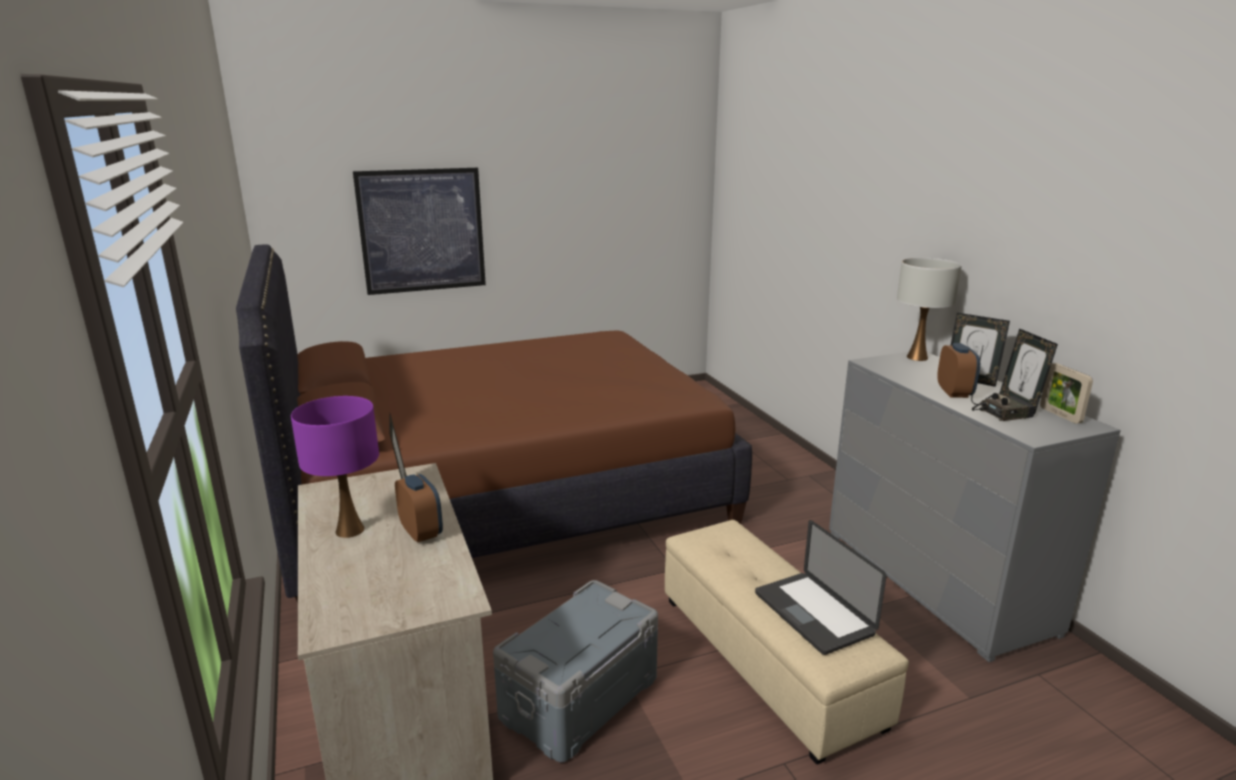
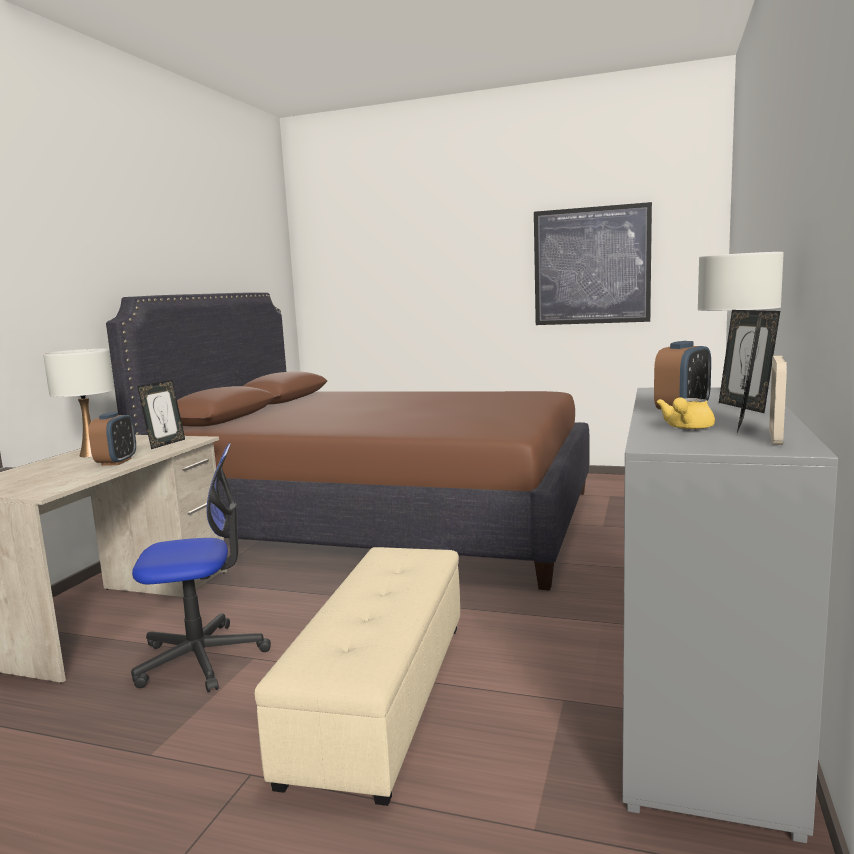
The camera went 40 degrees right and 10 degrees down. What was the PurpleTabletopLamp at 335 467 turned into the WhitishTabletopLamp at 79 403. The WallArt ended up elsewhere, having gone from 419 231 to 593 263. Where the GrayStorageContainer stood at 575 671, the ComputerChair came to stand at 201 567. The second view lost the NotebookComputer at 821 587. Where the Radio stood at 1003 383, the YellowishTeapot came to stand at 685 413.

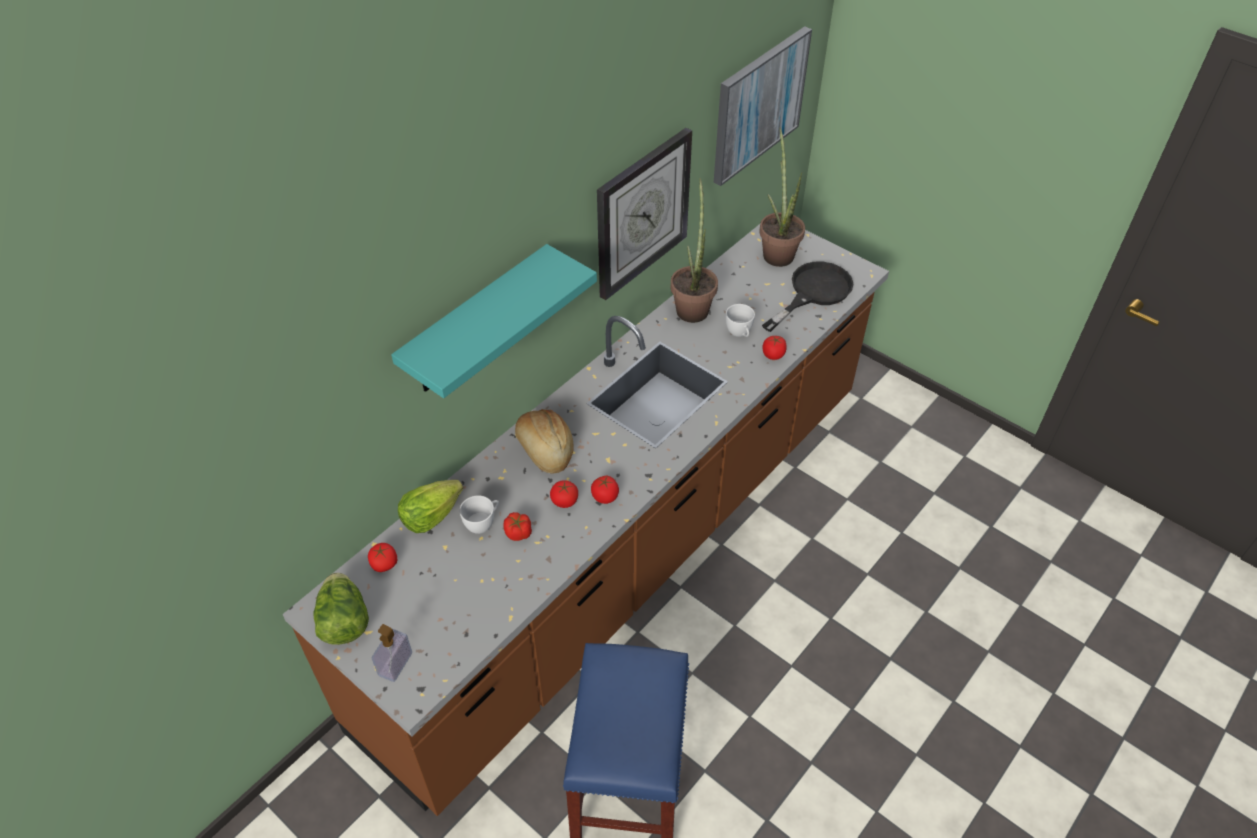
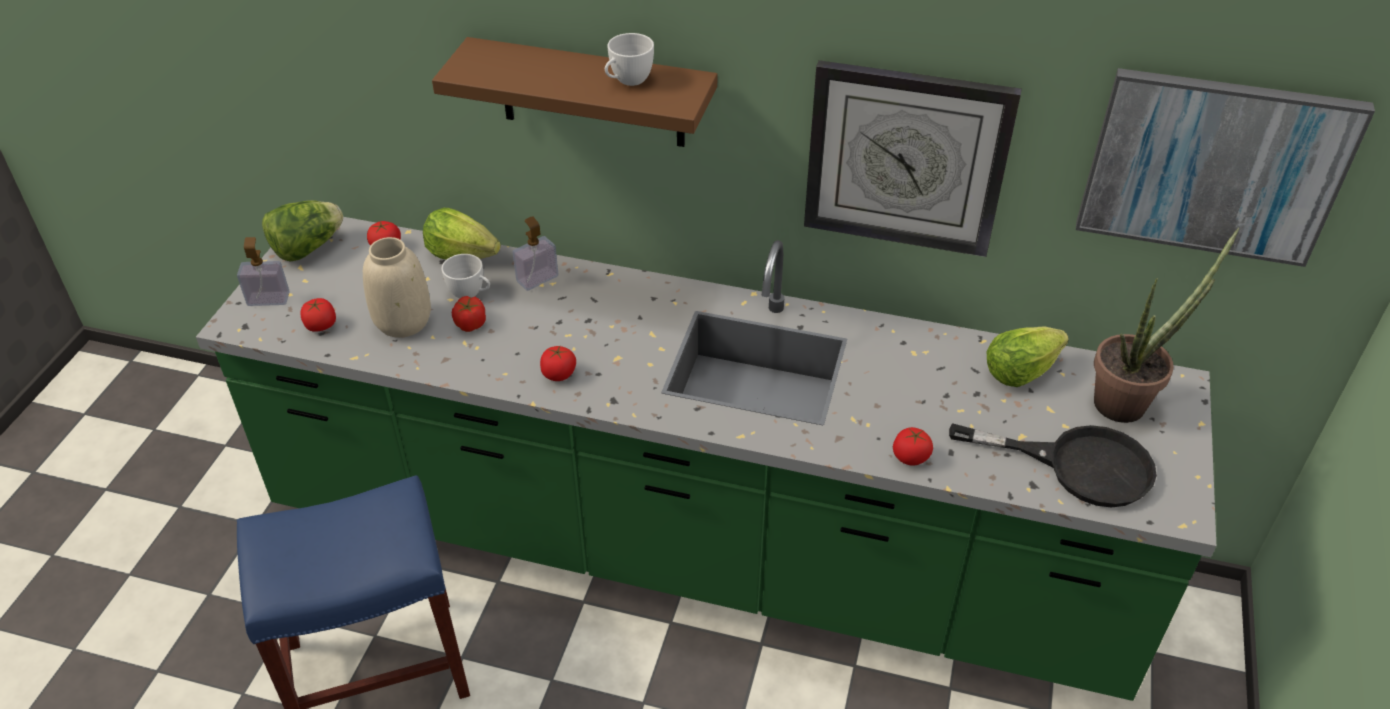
The camera went 65 degrees right and 5 degrees down. What was the BrownishKitchenCounter at 586 520 turned into the GreenKitchenCounter at 706 459. What was the TurquoiseColouredWallShelf at 494 321 turned into the BrownishWallShelf at 574 92. The second view lost the BakedBread at 544 441. The FreshTomato ended up elsewhere, having gone from 564 494 to 318 315. The second view lost the PlantInAPot at 694 250. The WhitishSmallCup ended up elsewhere, having gone from 740 320 to 629 59. The second view gained the SandColouredDecorativeVase at 397 287. The second view gained the LiquidSoapBottle at 535 253. The second view gained the Lettuce at 1028 356.

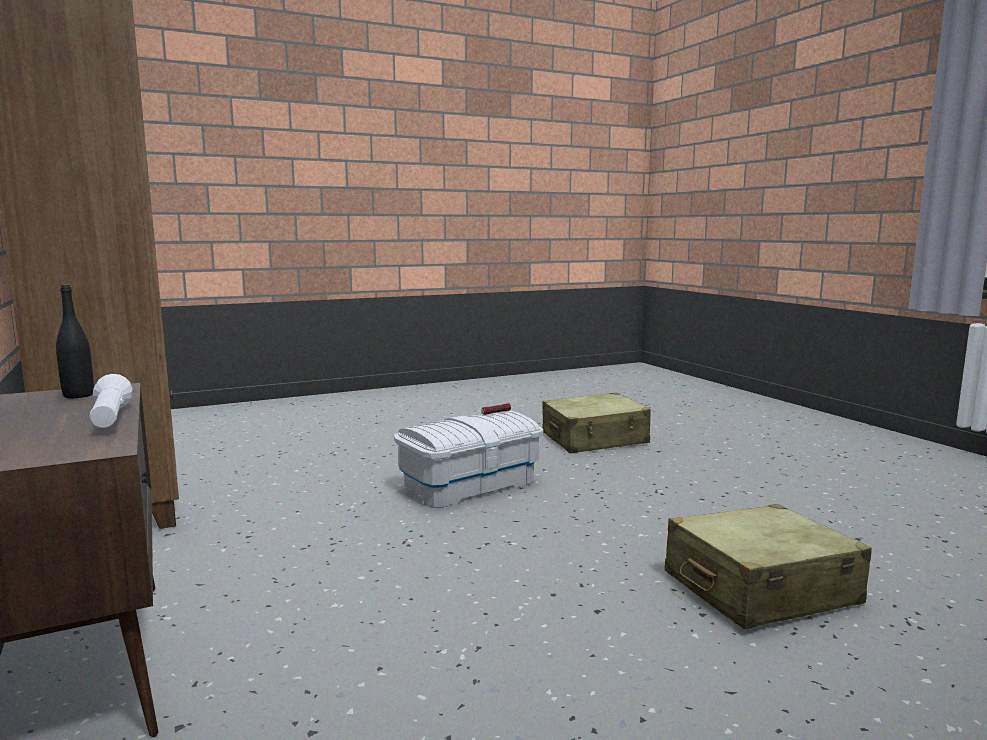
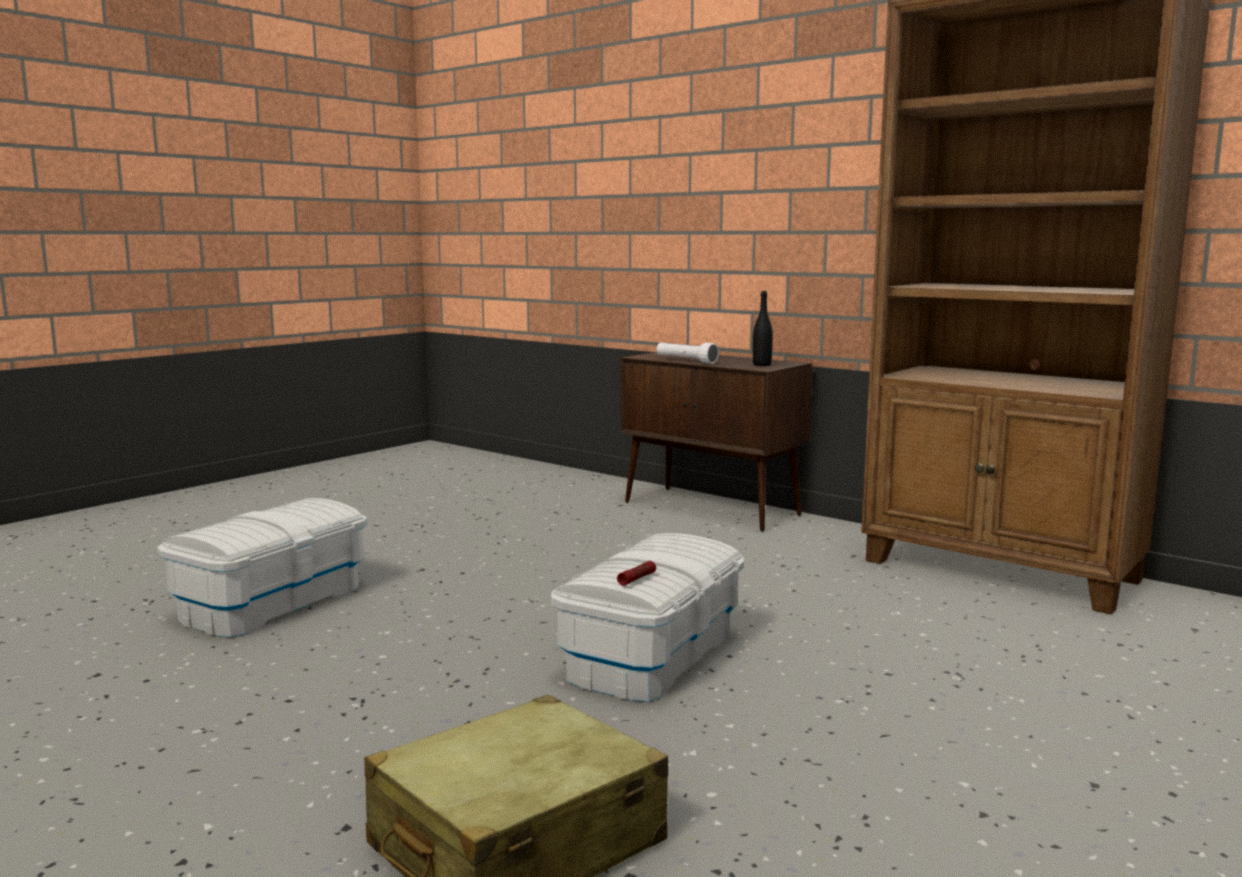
The camera went 155 degrees right and 0 degrees up. Where the SandColouredSuitcase stood at 768 566, the WhitishStorageContainer came to stand at 262 568.

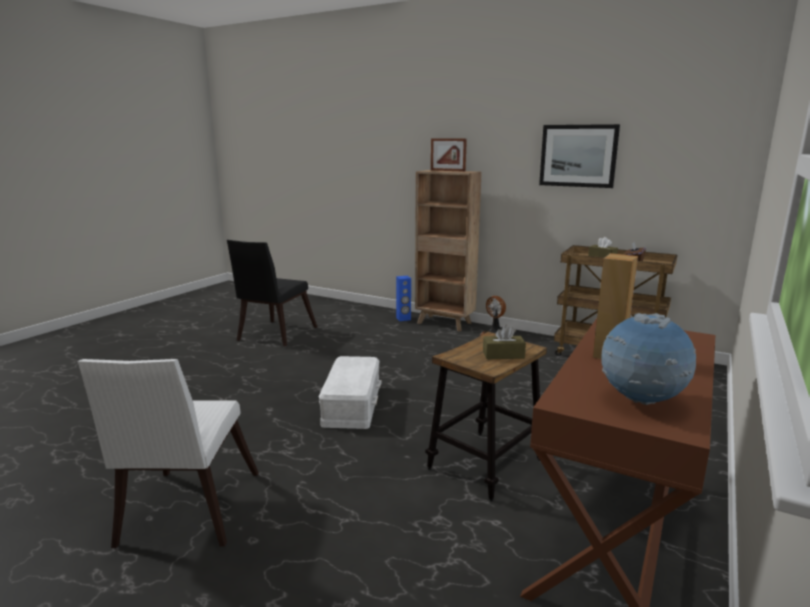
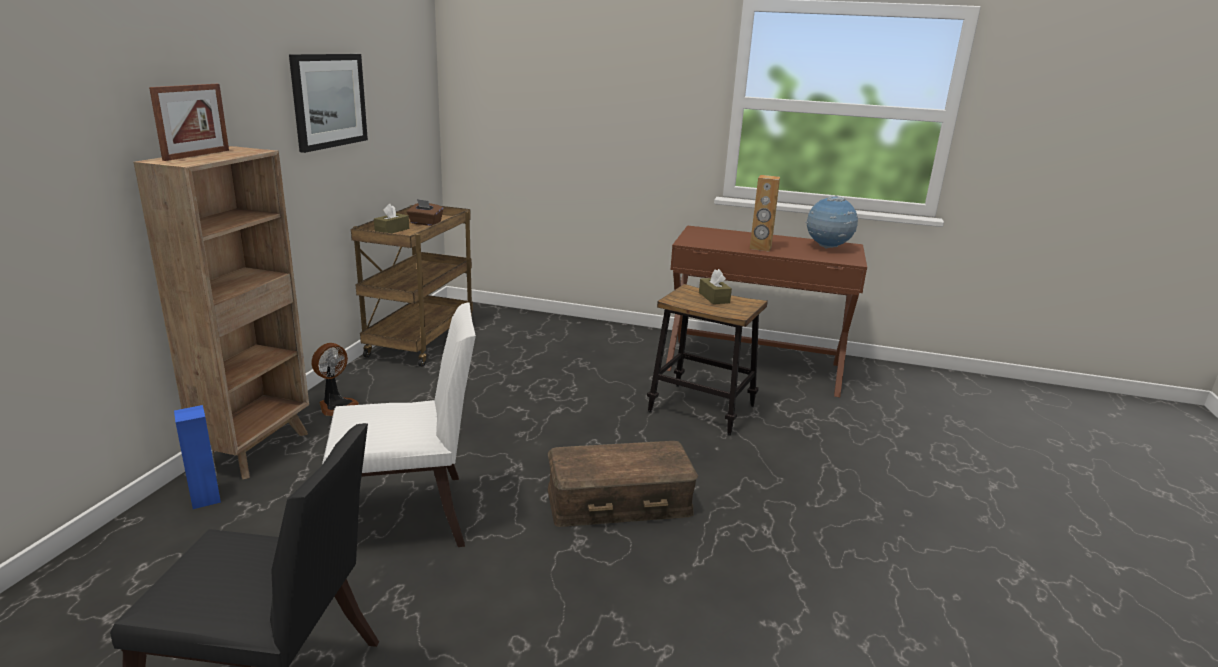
The camera went 105 degrees left and 5 degrees up. The WhitishUprightChair ended up elsewhere, having gone from 168 453 to 399 425. What was the WhitishStorageContainer at 350 392 turned into the BrownishStorageContainer at 622 484.

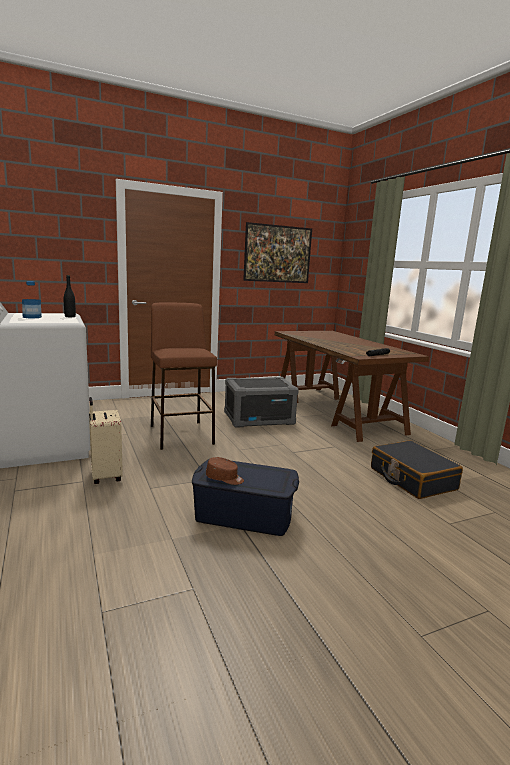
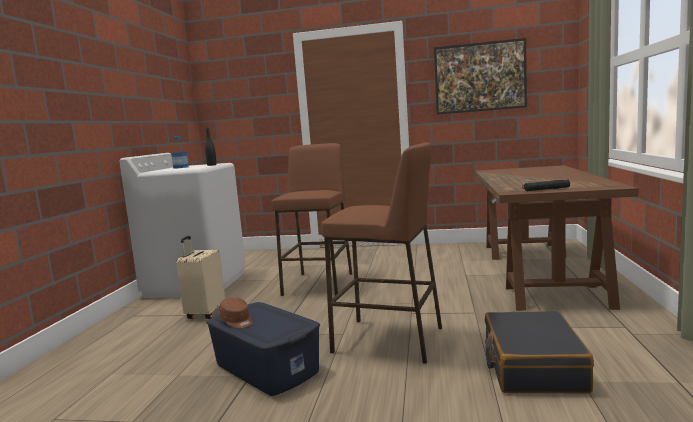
The camera went 35 degrees right and 5 degrees down. The second view lost the GrayStorageContainer at 261 402. The second view gained the BrownishStool at 381 253.

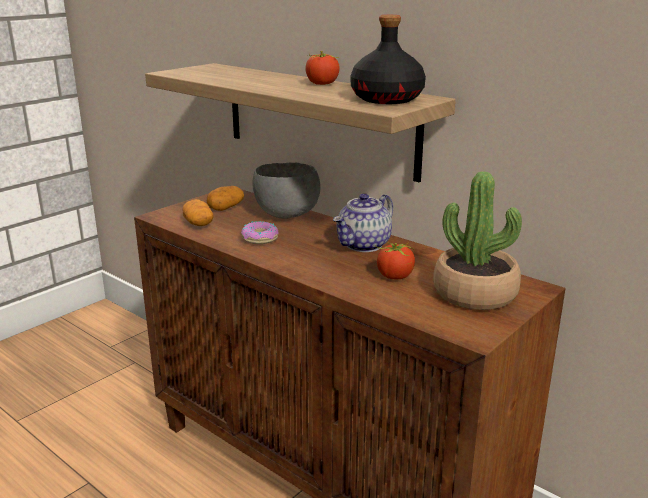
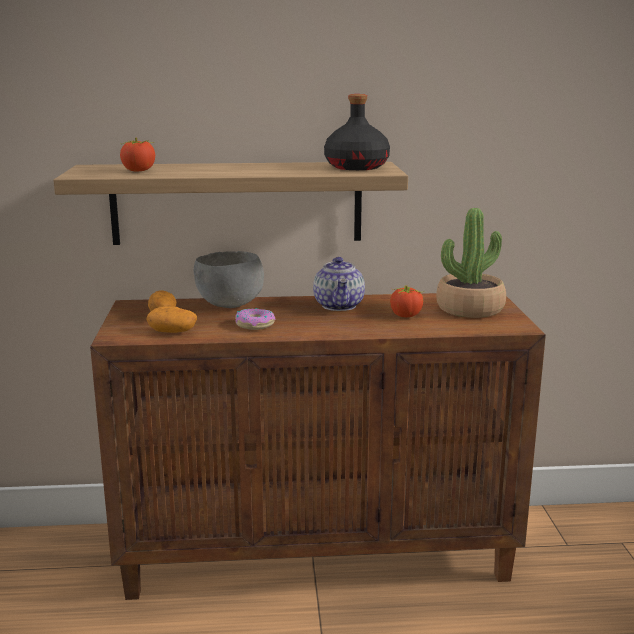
The camera went 45 degrees left and 5 degrees down. The FreshTomato ended up elsewhere, having gone from 322 68 to 137 155.

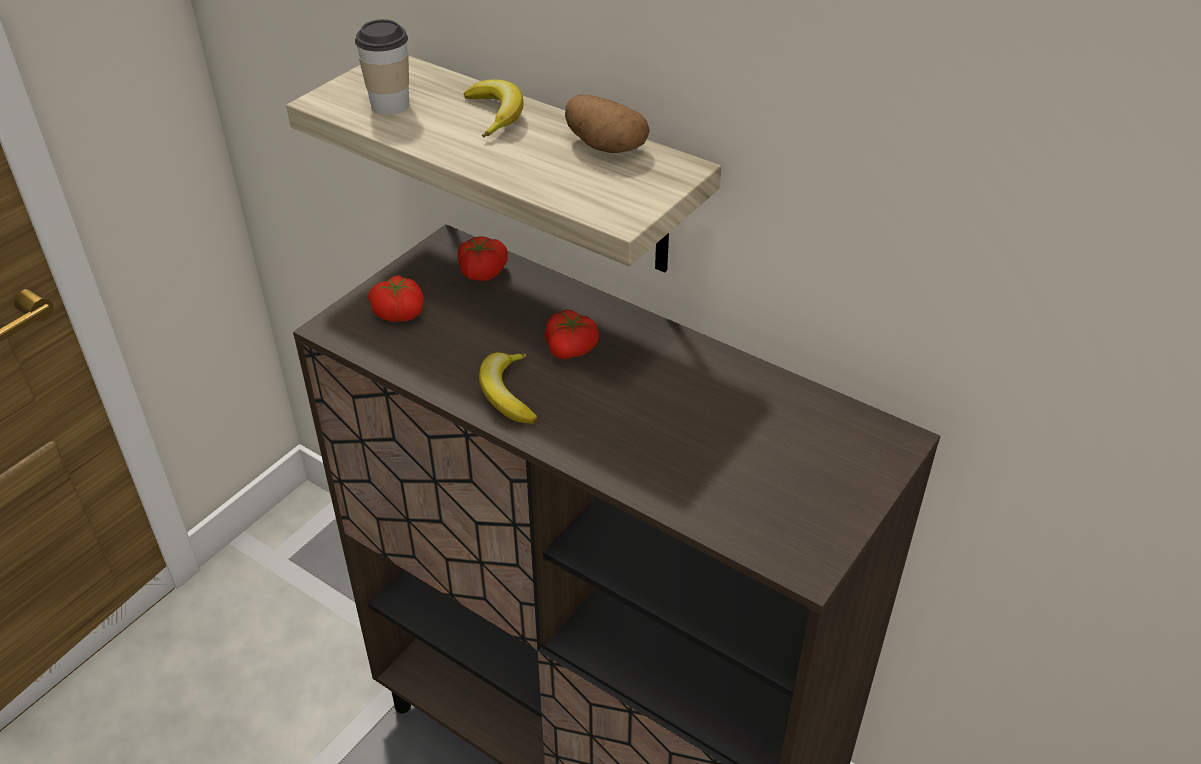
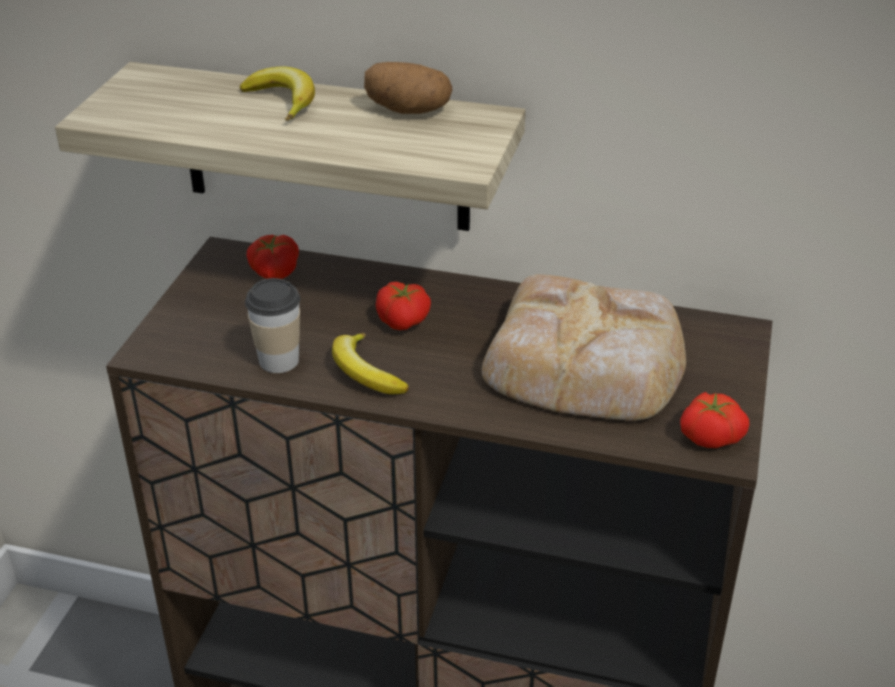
The camera went 20 degrees left and 5 degrees down. The SmallCup ended up elsewhere, having gone from 382 67 to 272 325. The FreshTomato ended up elsewhere, having gone from 396 298 to 715 420. The second view gained the BakedBread at 584 347.

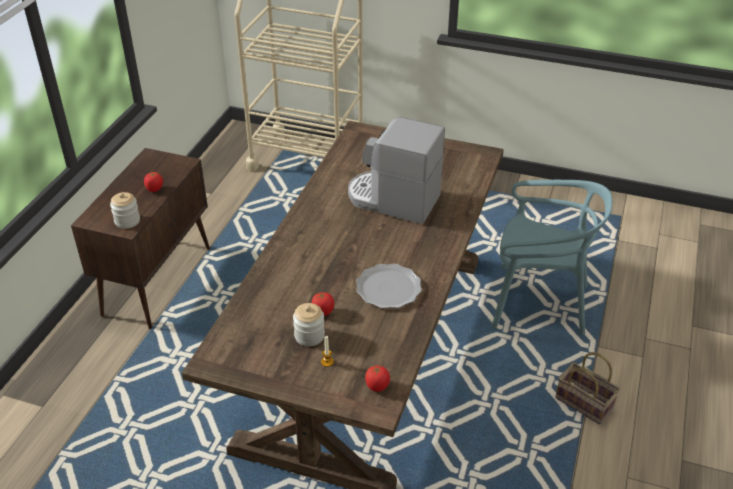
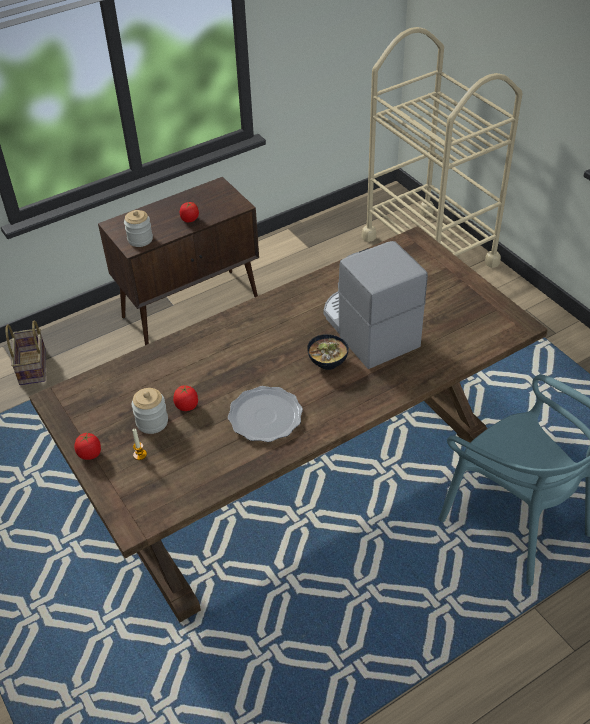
The camera went 40 degrees right and 5 degrees up. The FreshTomato ended up elsewhere, having gone from 377 378 to 87 446. The StorageBasket ended up elsewhere, having gone from 587 388 to 26 353. The second view gained the DeepDish at 328 352.

